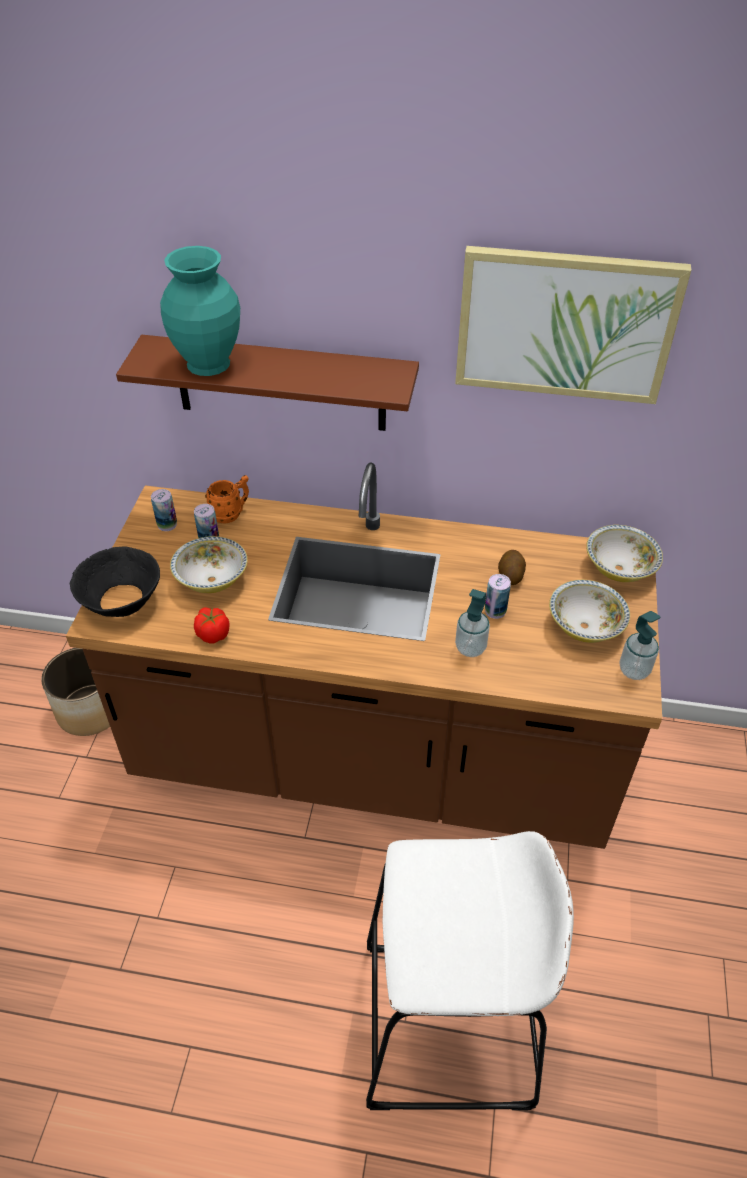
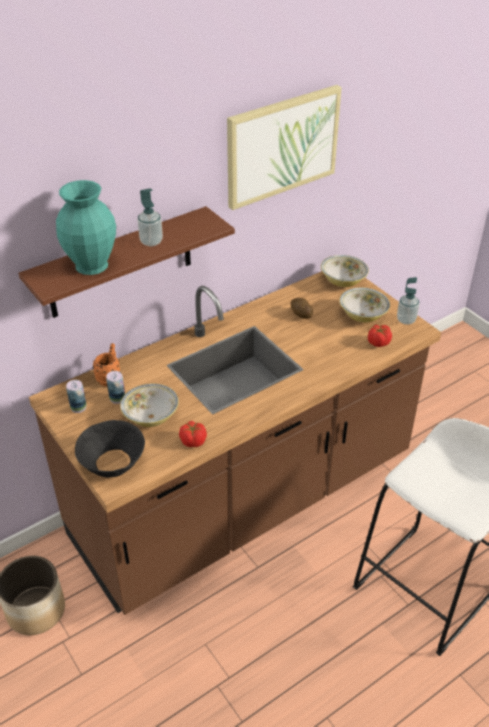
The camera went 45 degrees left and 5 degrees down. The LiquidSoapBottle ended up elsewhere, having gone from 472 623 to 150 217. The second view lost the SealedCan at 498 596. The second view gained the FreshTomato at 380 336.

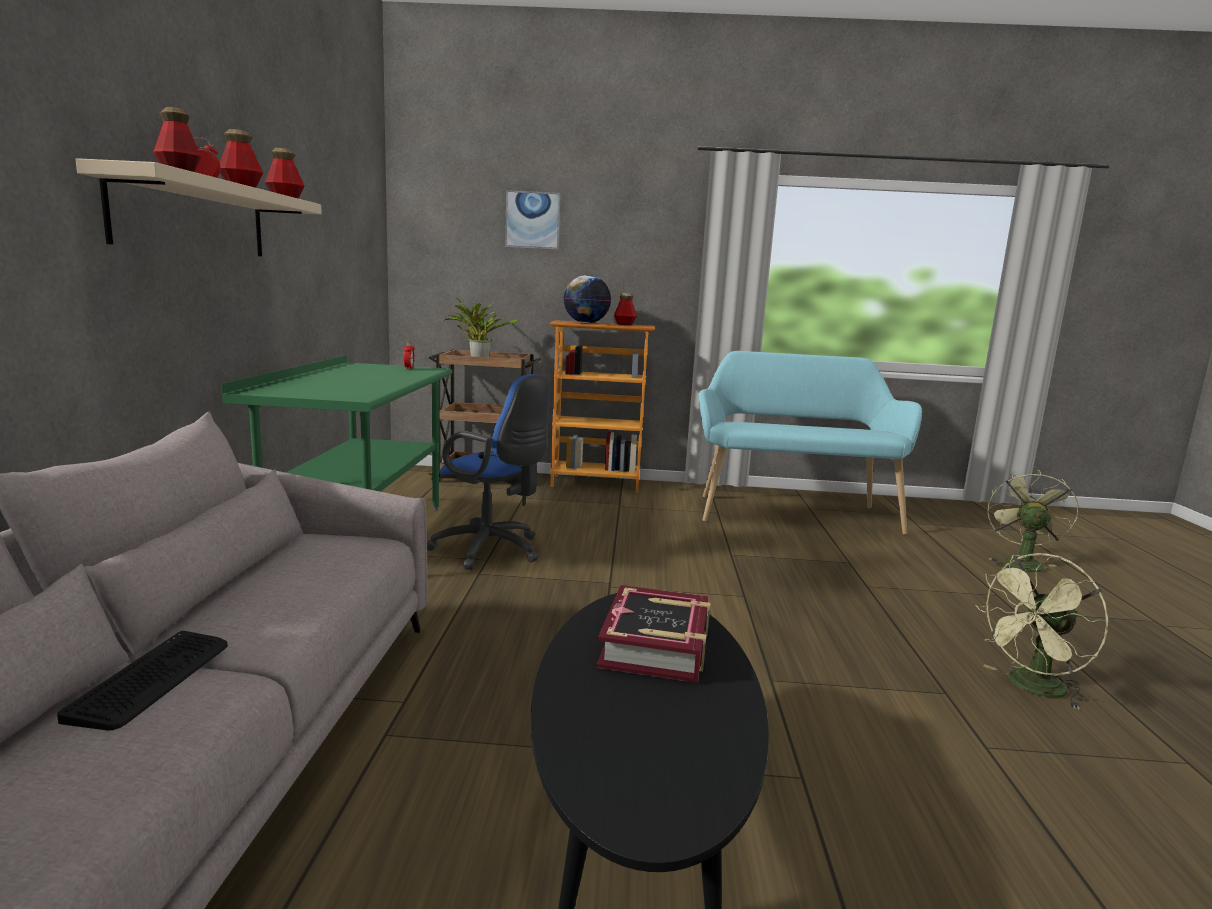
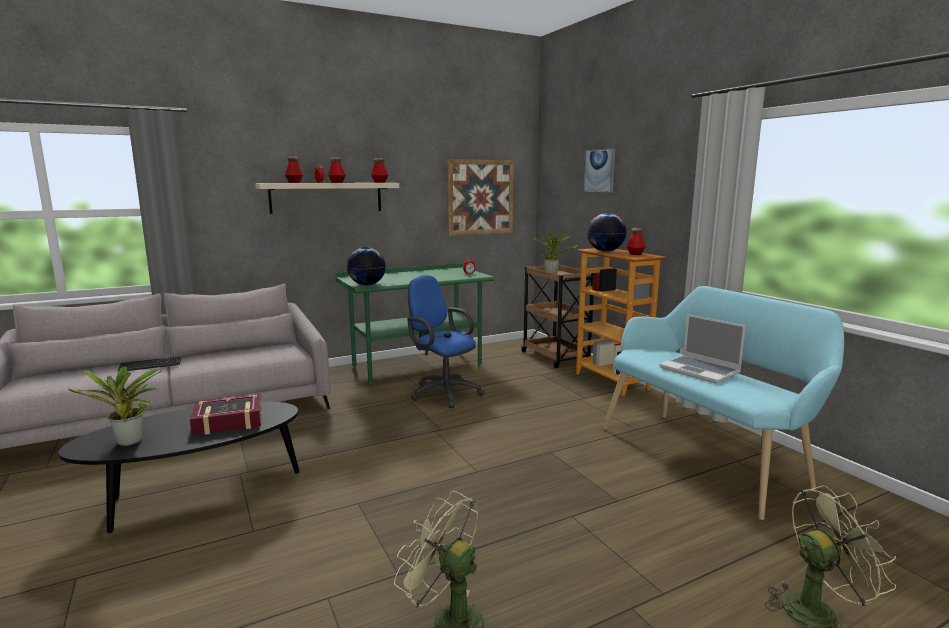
The camera went 60 degrees right and 0 degrees up. The BluishComputerChair at 489 472 ended up facing another way, 135 degrees clockwise from before. The second view gained the PlantInAPot at 114 406. The second view gained the Globe at 366 266. The second view gained the WallArt at 480 197. The second view gained the NotebookComputer at 702 349.

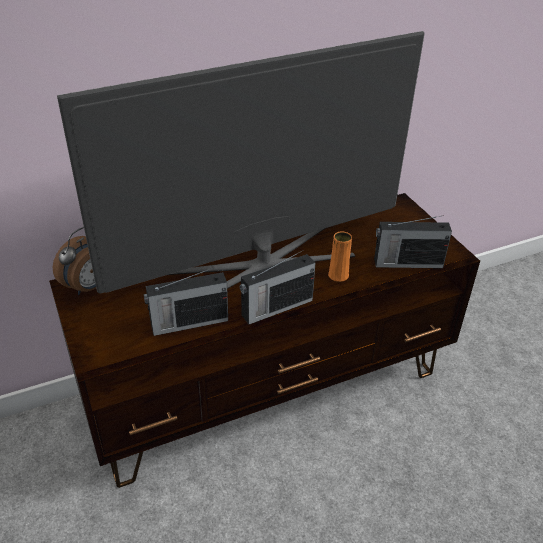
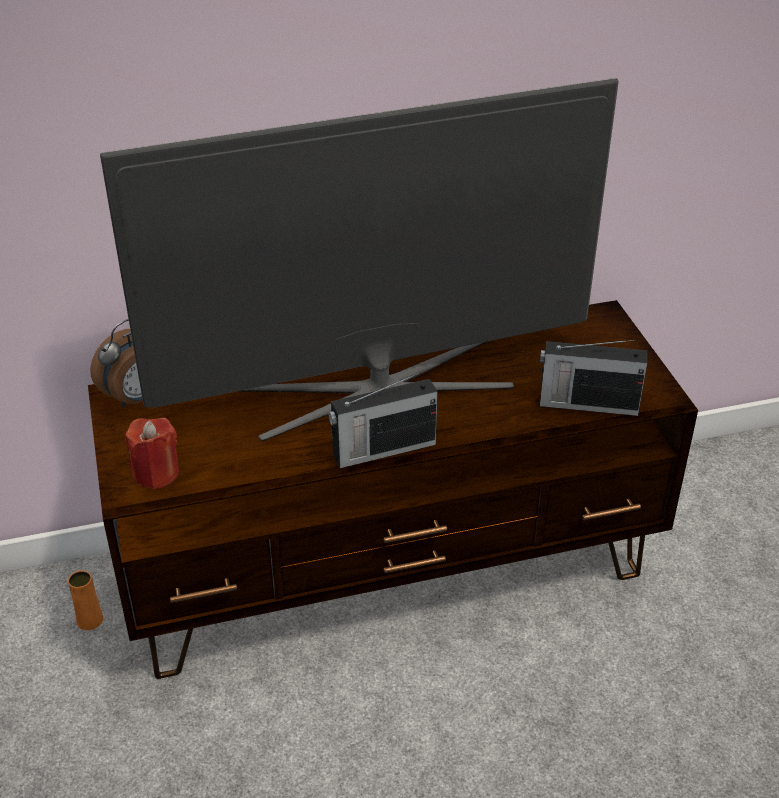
The camera went 10 degrees right and 0 degrees up. The second view lost the Radio at 185 302. The OrangeColouredDecorativeVase ended up elsewhere, having gone from 340 257 to 85 600. The second view gained the RedWaxLight at 152 454.

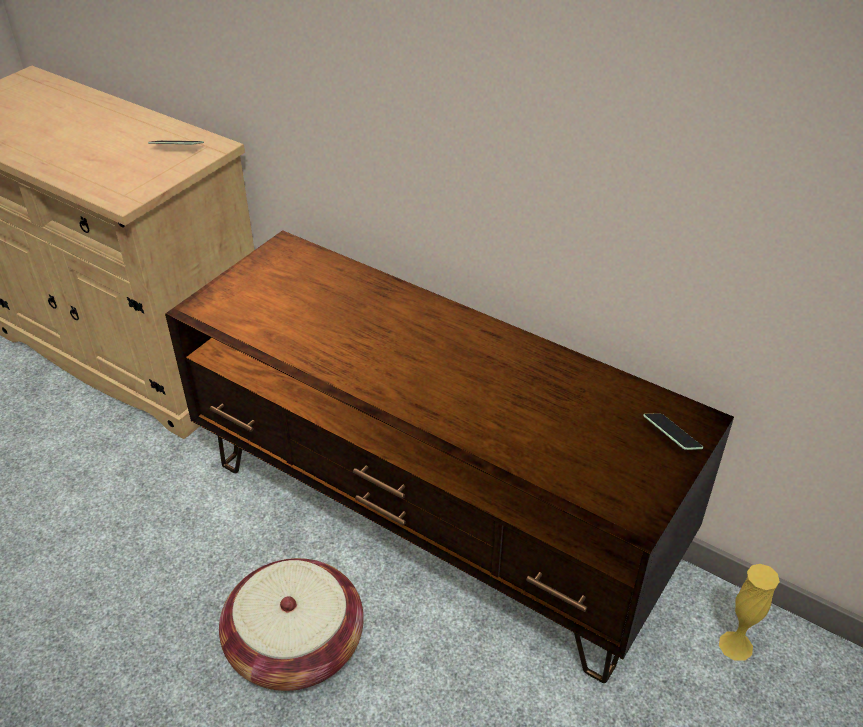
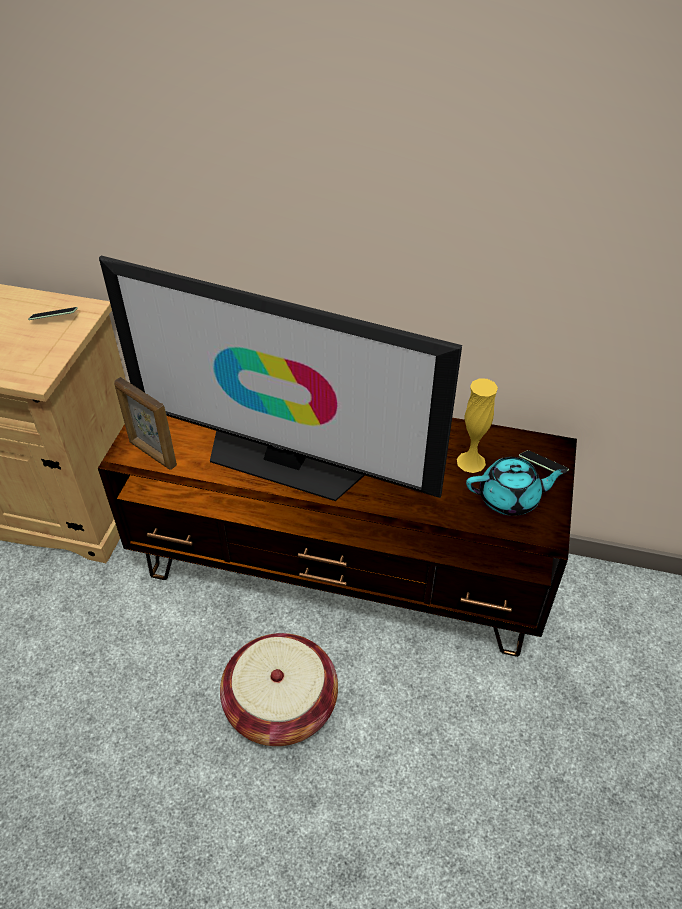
The camera went 20 degrees left and 5 degrees up. The YellowishDecorativeVase ended up elsewhere, having gone from 749 612 to 477 425. The second view gained the TvSet at 280 378. The second view gained the StandingFrame at 145 423. The second view gained the TurquoiseColouredTeapot at 516 486.

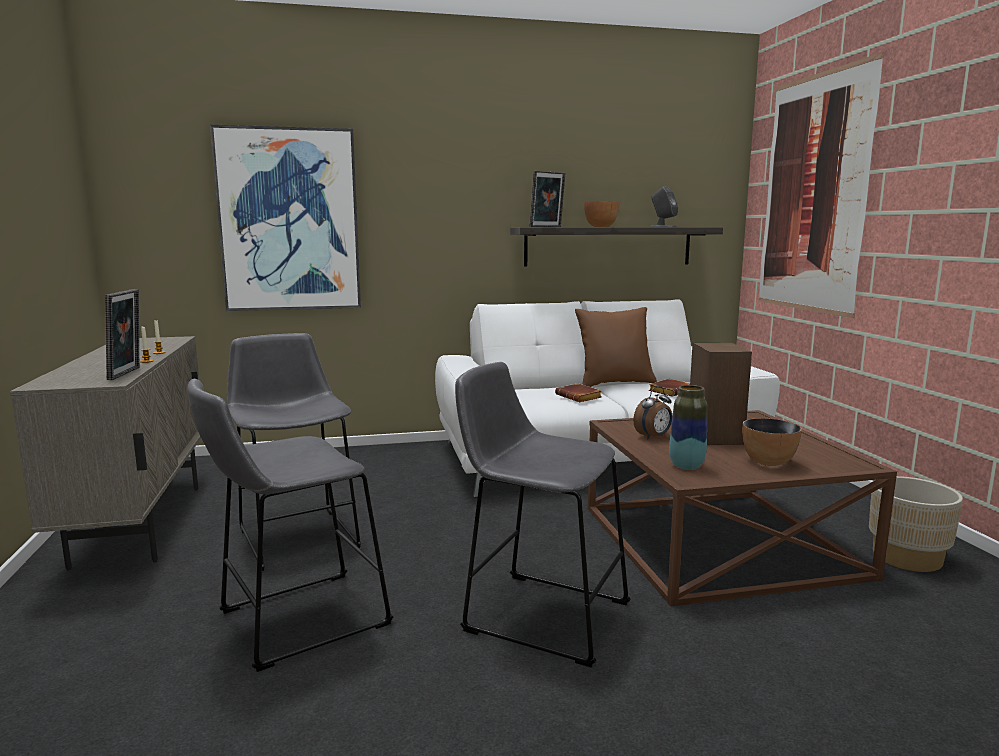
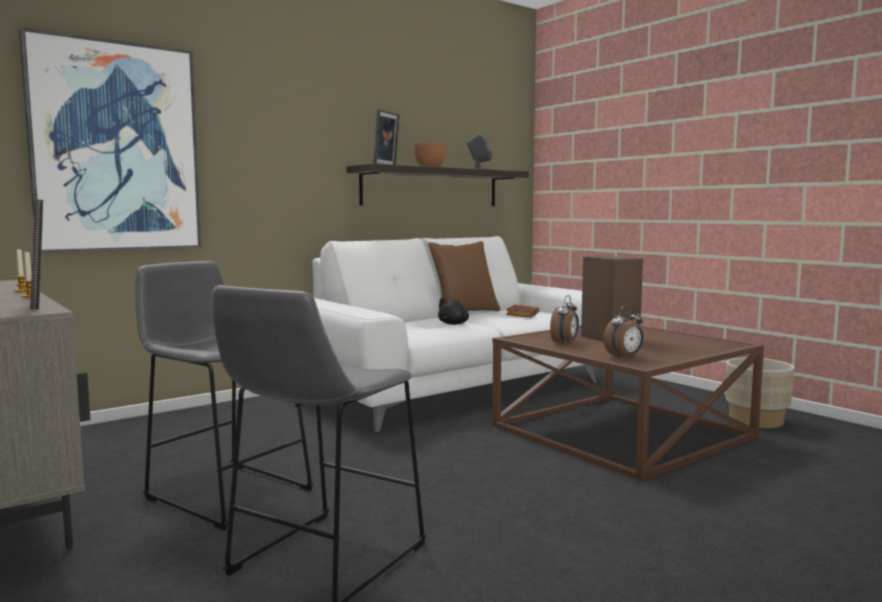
The camera went 25 degrees left and 5 degrees down. The second view lost the GrayStool at 542 514. Where the BrownishVolume stood at 578 392, the BlackishPlushToy came to stand at 453 311. Where the DecorativeVase stood at 688 427, the BedsideClock came to stand at 623 332. The second view lost the DeepDish at 772 442. The second view lost the WallArt at 821 185.

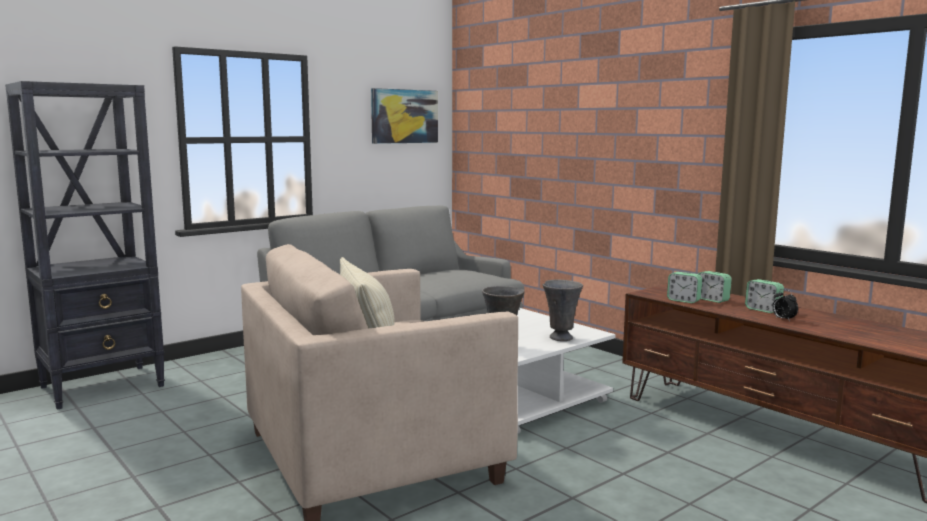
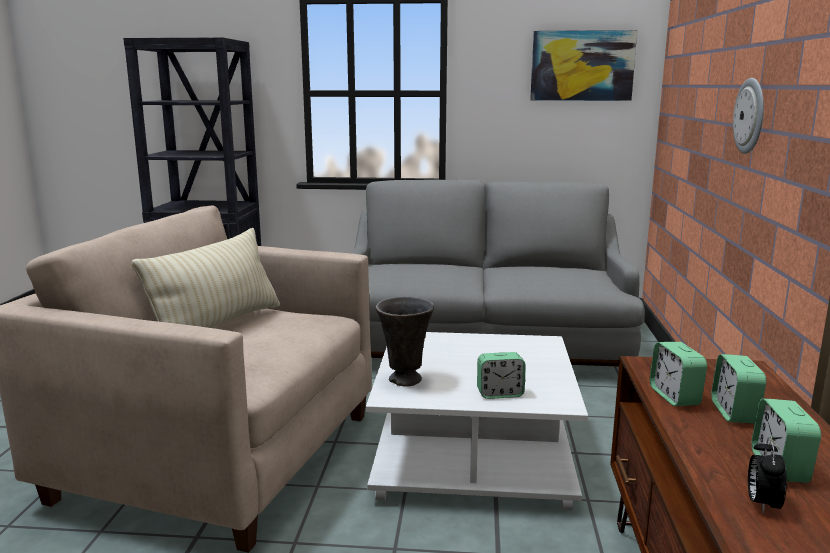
The camera went 45 degrees right and 5 degrees up. Where the GrayDecorativeVase stood at 563 310, the BedsideClock came to stand at 501 375. The second view gained the HangingClock at 748 116.

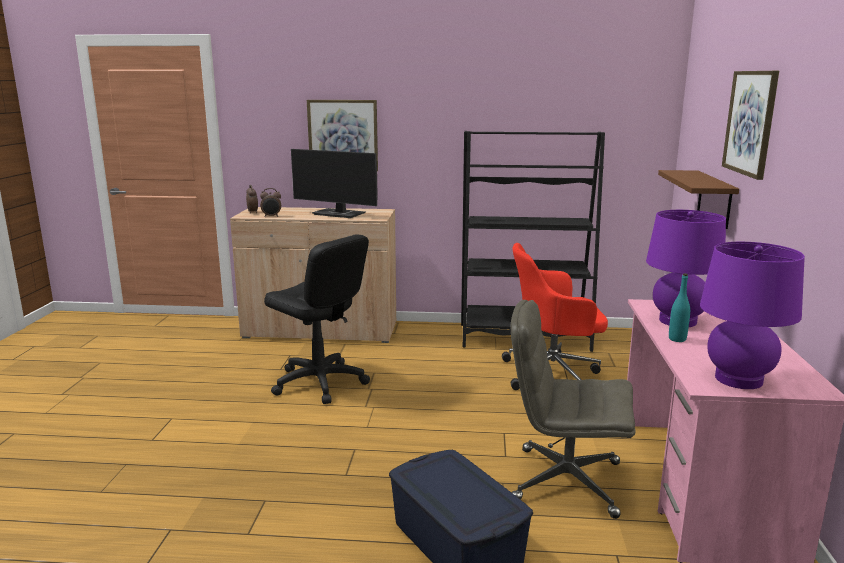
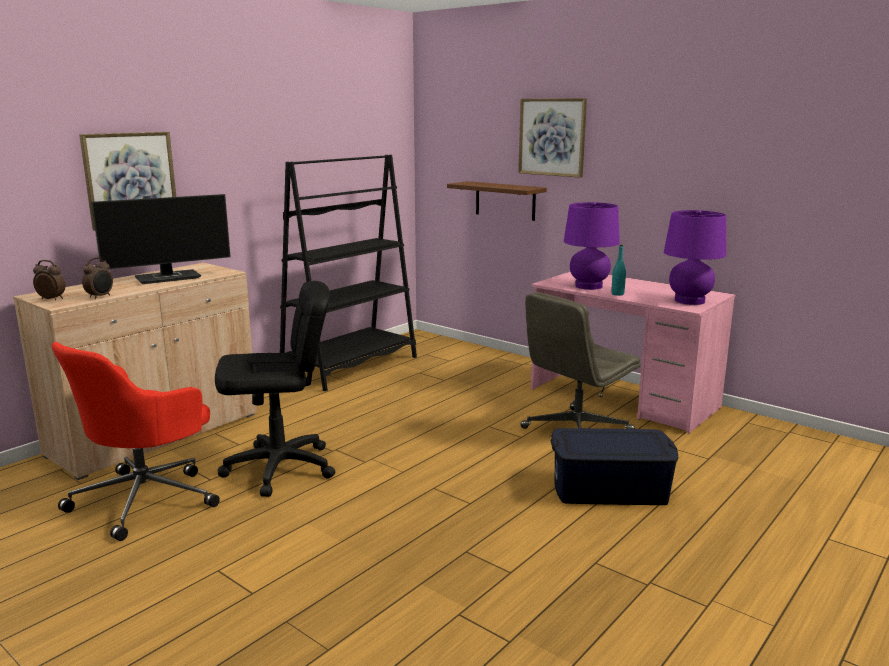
The camera went 55 degrees left and 0 degrees up. The RedComputerChair ended up elsewhere, having gone from 555 316 to 136 441.

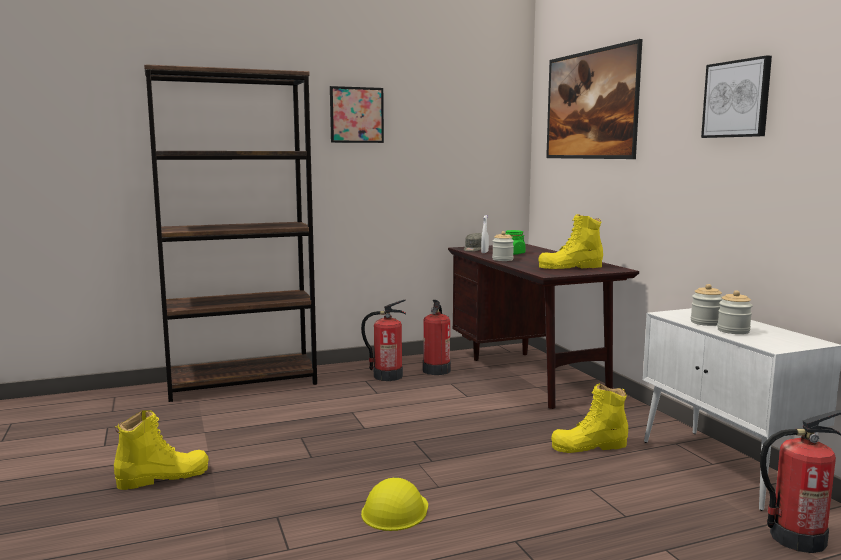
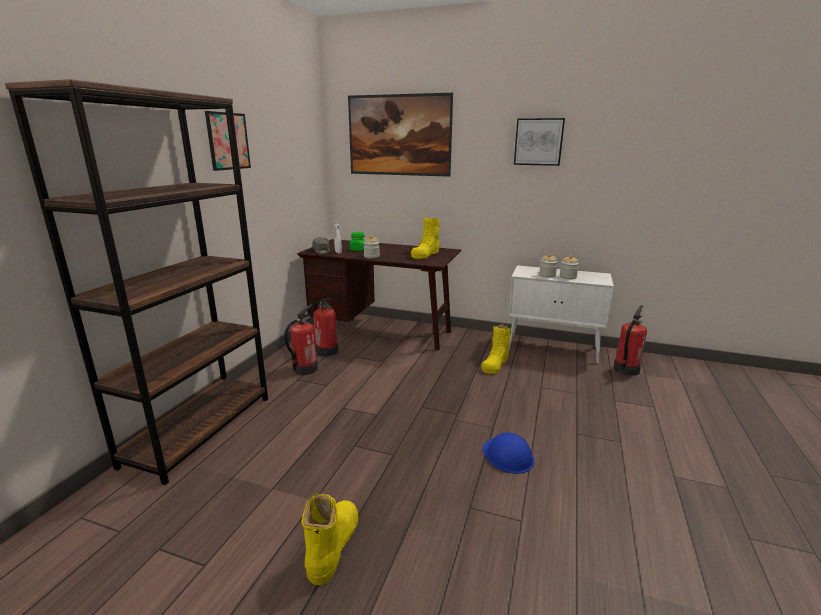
The camera went 50 degrees left and 10 degrees up. What was the YellowishWorkHelmet at 394 504 turned into the BluishWorkHelmet at 508 453.

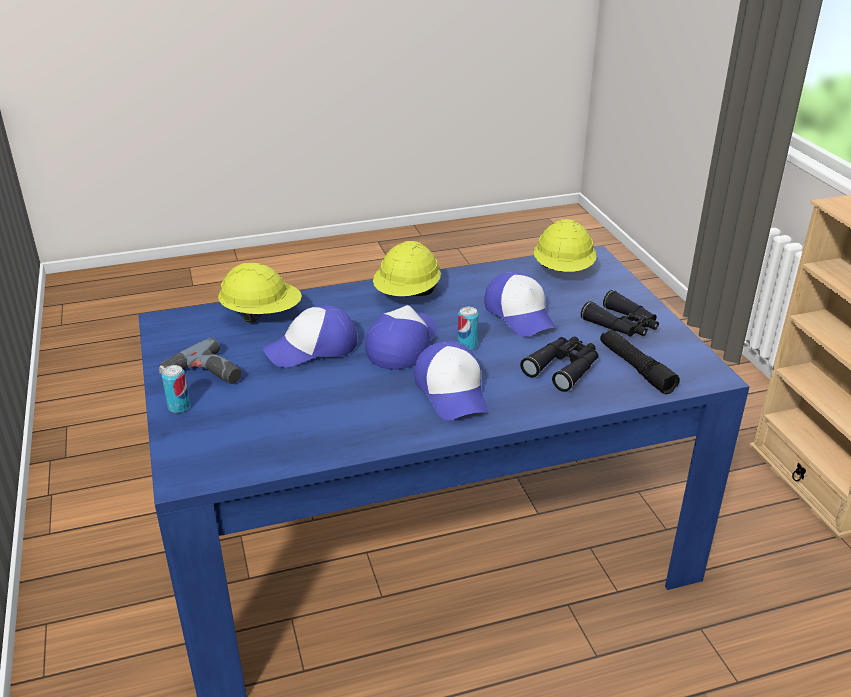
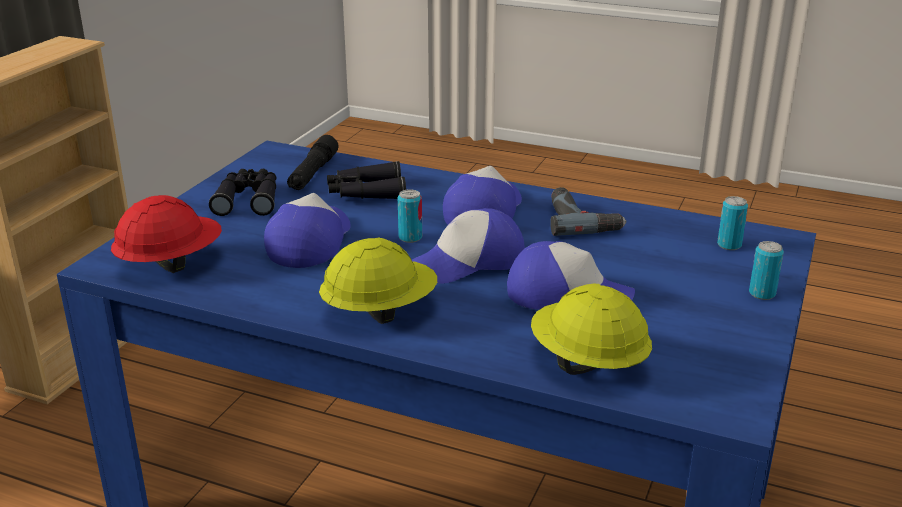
The camera went 140 degrees left and 5 degrees down. The Drill ended up elsewhere, having gone from 200 360 to 588 211. What was the YellowishWorkHelmet at 565 245 turned into the RedWorkHelmet at 166 234. The second view gained the SealedCan at 732 223.

